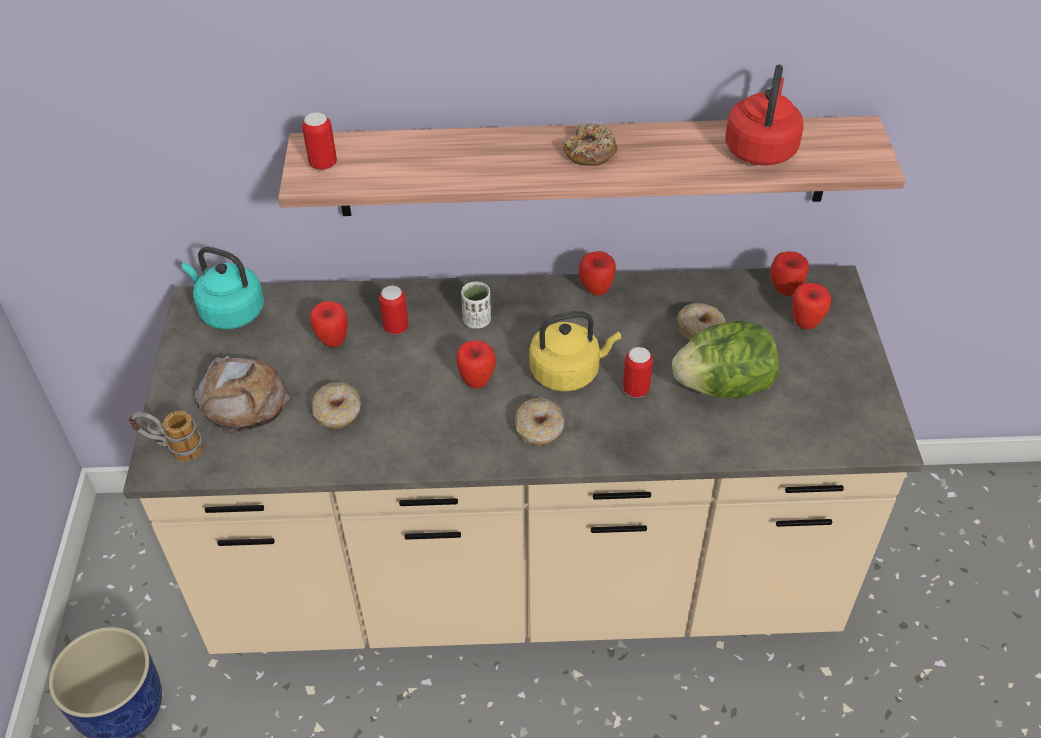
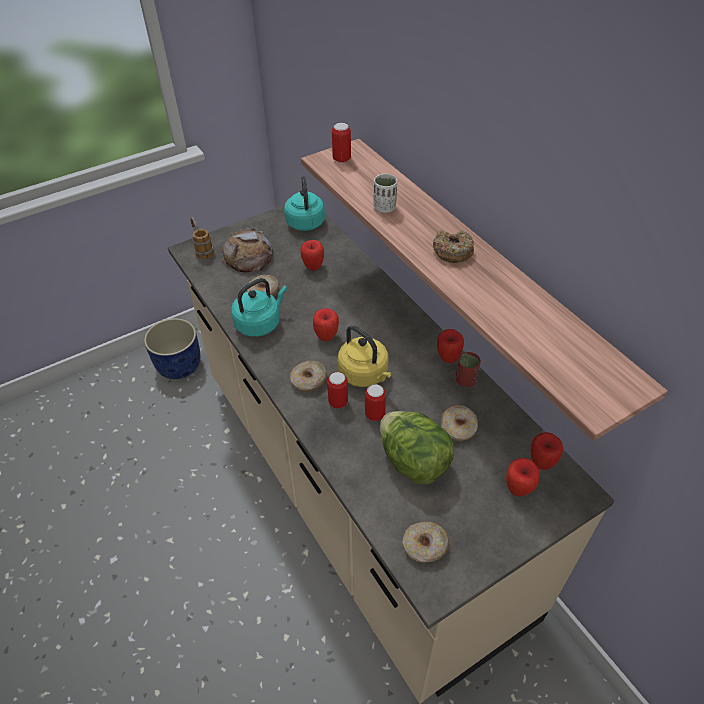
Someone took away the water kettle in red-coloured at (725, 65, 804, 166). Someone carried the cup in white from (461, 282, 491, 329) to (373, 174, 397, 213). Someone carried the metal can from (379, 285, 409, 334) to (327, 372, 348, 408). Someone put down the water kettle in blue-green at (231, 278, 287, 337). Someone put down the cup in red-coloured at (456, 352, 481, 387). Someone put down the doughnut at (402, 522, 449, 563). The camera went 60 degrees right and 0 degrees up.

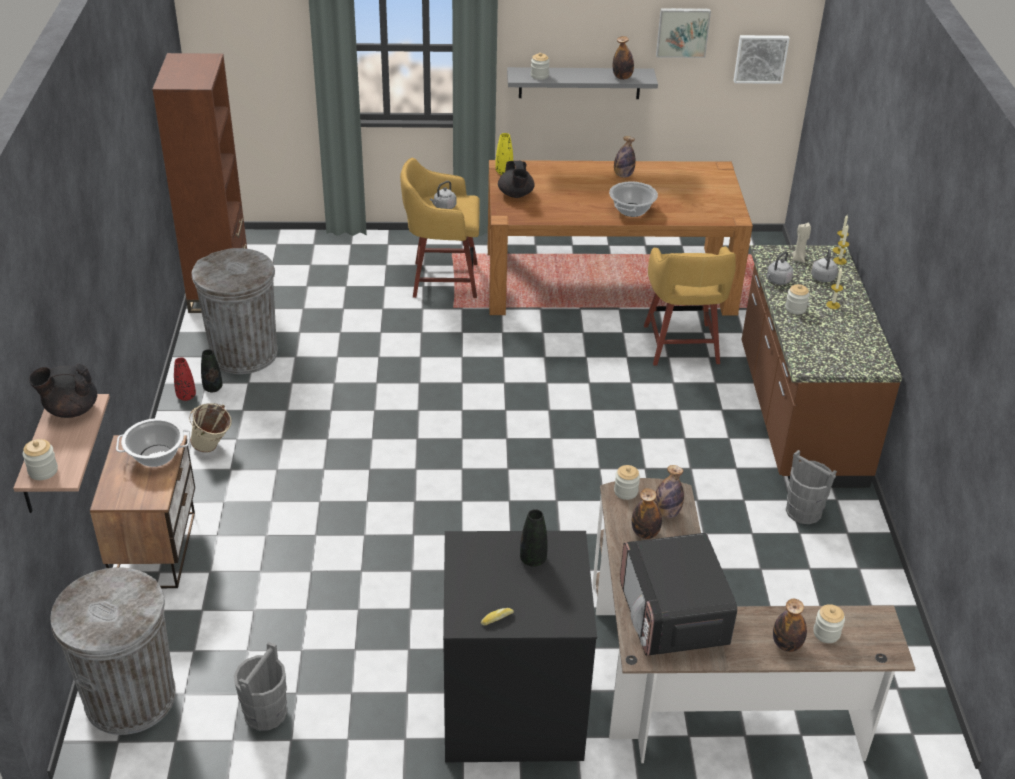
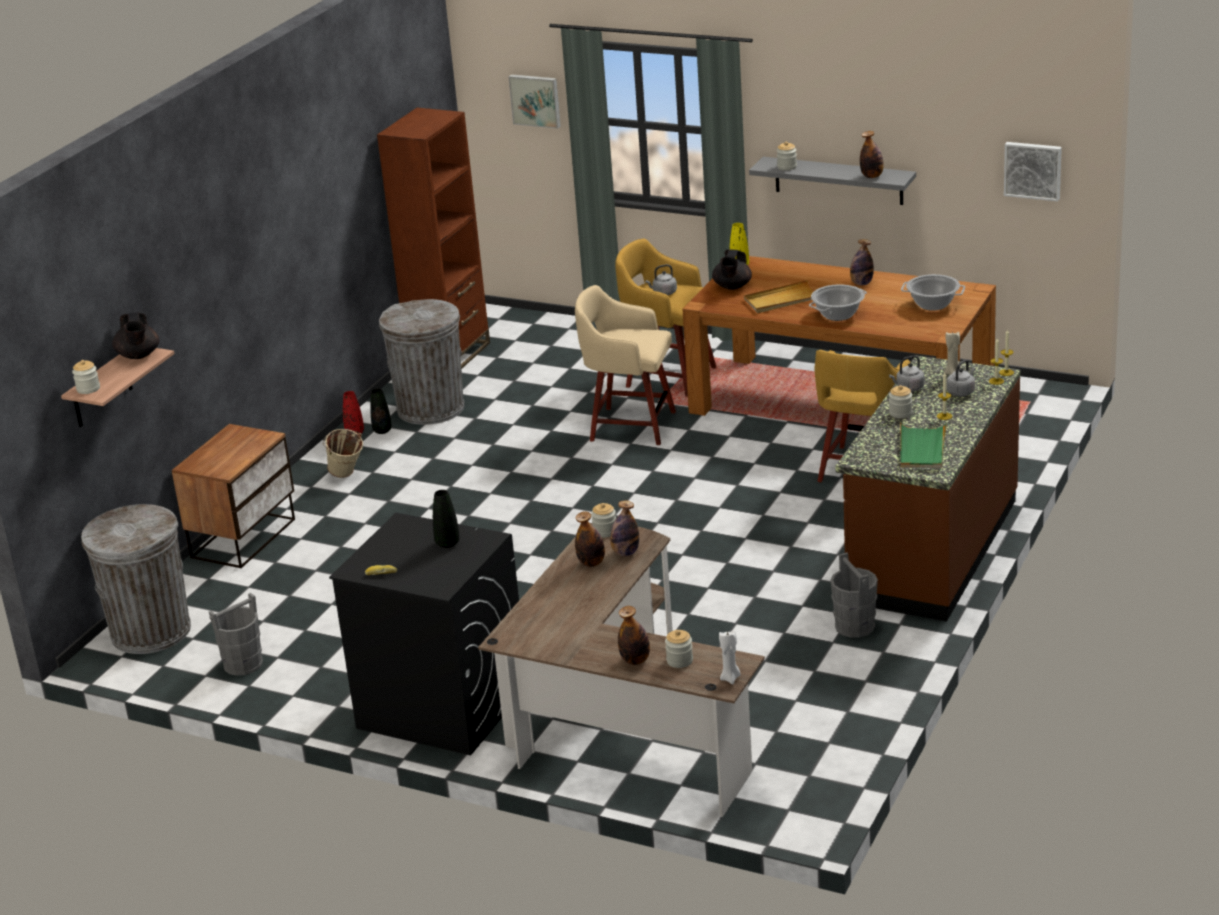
Someone carried the wall art from (656, 8, 711, 58) to (508, 74, 561, 129). Someone rotated the teapot in blackish at (29, 364, 97, 418) by 120 degrees counterclockwise. Someone carried the saucepot from (116, 418, 190, 467) to (901, 274, 965, 311). Someone took away the kitchen microwave at (620, 533, 737, 656). Someone put down the serving tray in beige at (744, 280, 814, 313). Someone put down the stool seat in beige at (575, 285, 676, 445). Someone put down the serving tray in greenish at (900, 422, 947, 468). Someone put down the wax candle in white at (719, 630, 741, 684). The camera went 30 degrees right and 10 degrees down.

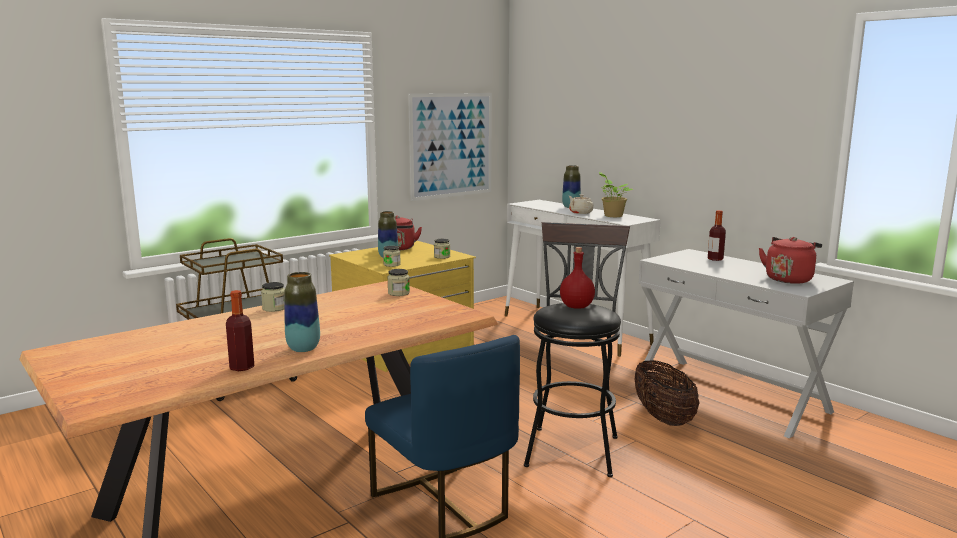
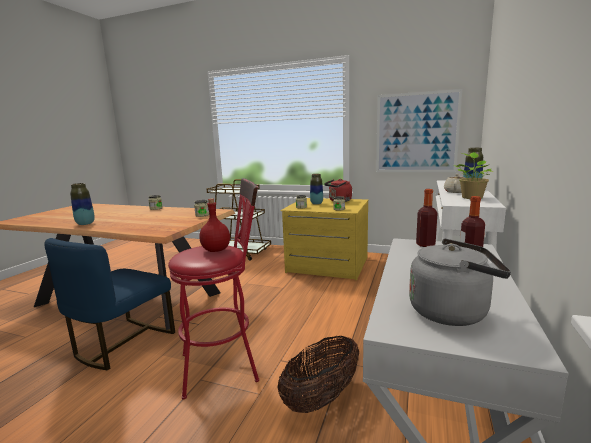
Someone repainted the stool seat in blackish at (524, 222, 630, 477), which became the stool seat in red-coloured at (168, 178, 259, 399). Someone repainted the water kettle in red-coloured at (759, 237, 822, 284), which became the water kettle in grey at (409, 239, 511, 326). Someone carried the bottle from (226, 290, 254, 371) to (416, 189, 437, 247). The camera went 60 degrees right and 0 degrees up.

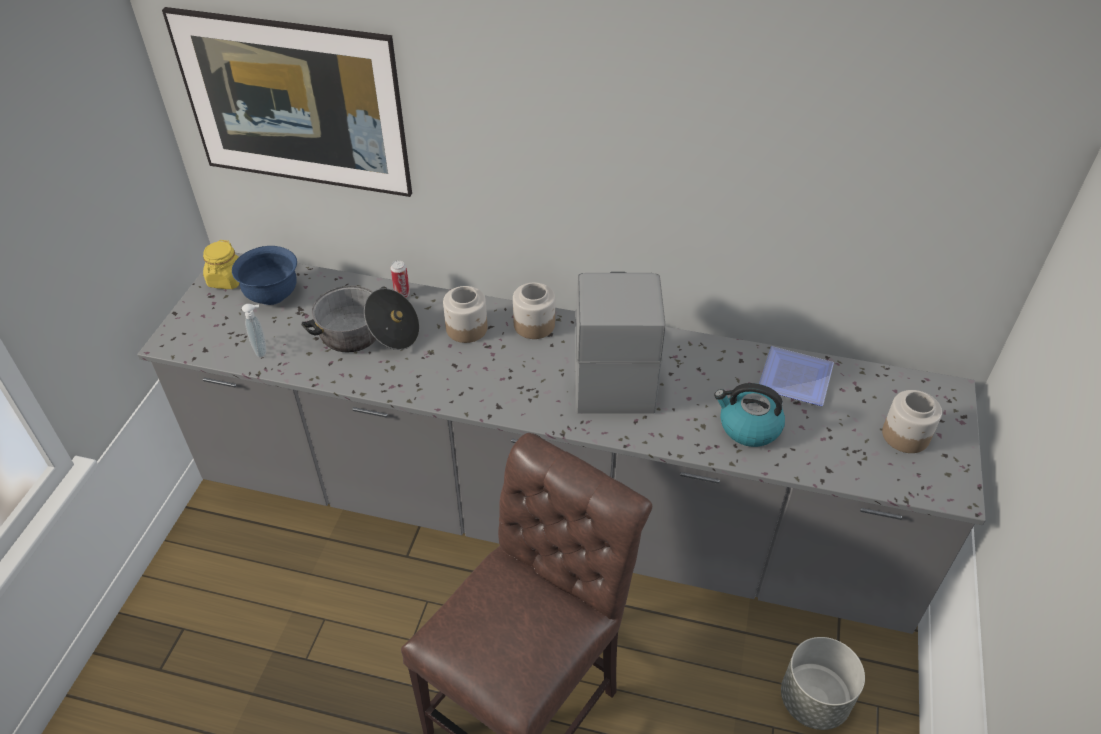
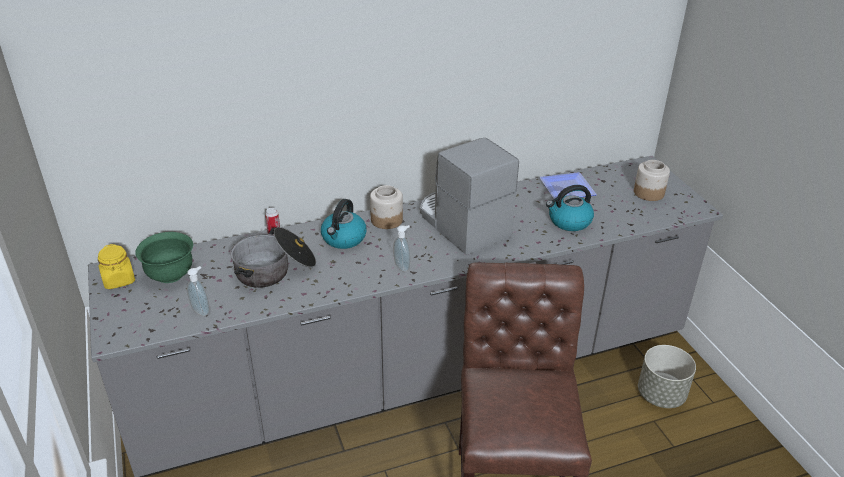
Someone took away the wall art at (162, 7, 412, 197). Someone repainted the serving bowl in blue-coloured at (232, 246, 297, 305), which became the serving bowl in greenish at (135, 232, 193, 283). Someone swapped the jar at (443, 286, 487, 343) for the water kettle at (321, 199, 367, 249). Someone put down the soap bottle at (393, 225, 410, 272). The camera went 35 degrees left and 10 degrees down.

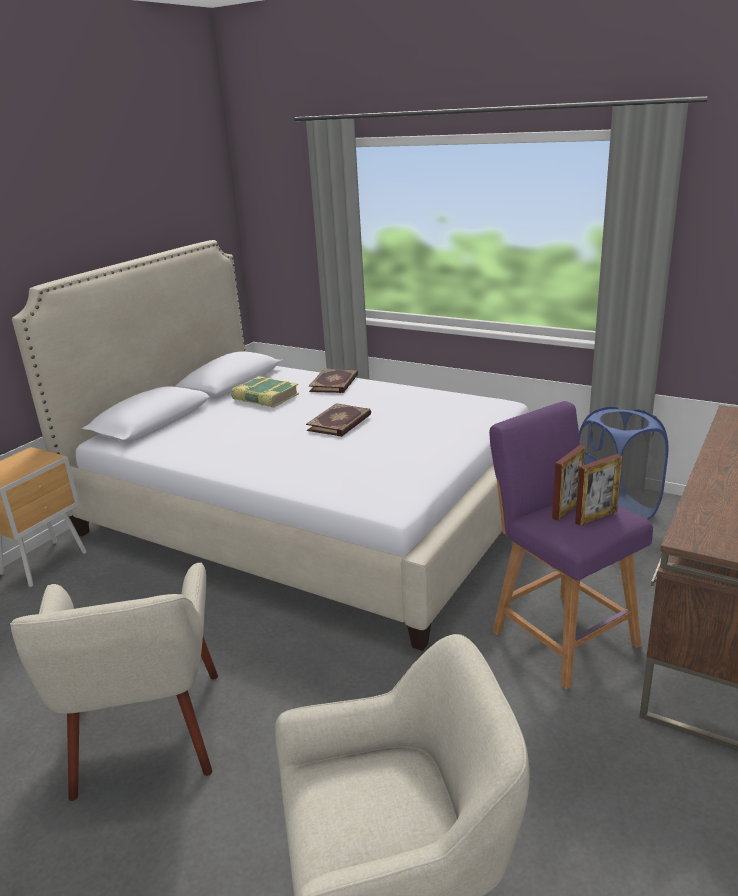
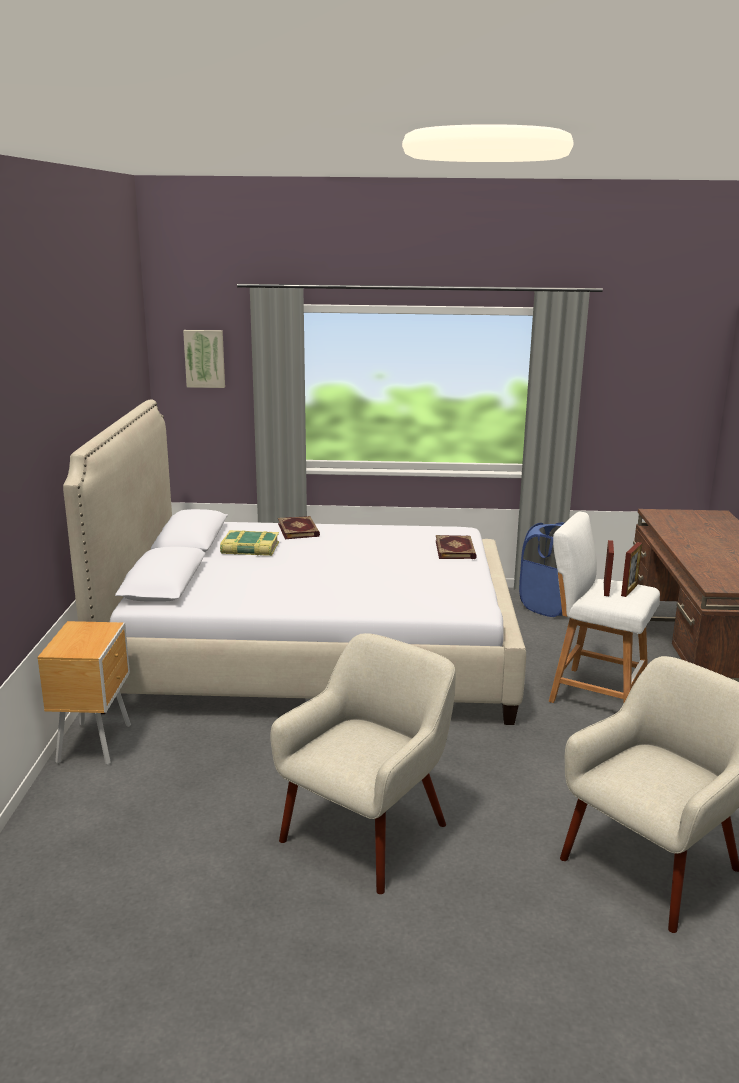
Someone repainted the stool seat in purple-coloured at (489, 401, 653, 690), which became the stool seat in white at (549, 512, 660, 703). Someone carried the bound book from (306, 403, 371, 437) to (436, 535, 477, 559). Someone rotated the lounge chair in beige at (10, 563, 218, 801) by 105 degrees counterclockwise. Someone put up the wall art at (183, 330, 225, 388). The camera went 30 degrees left and 5 degrees down.

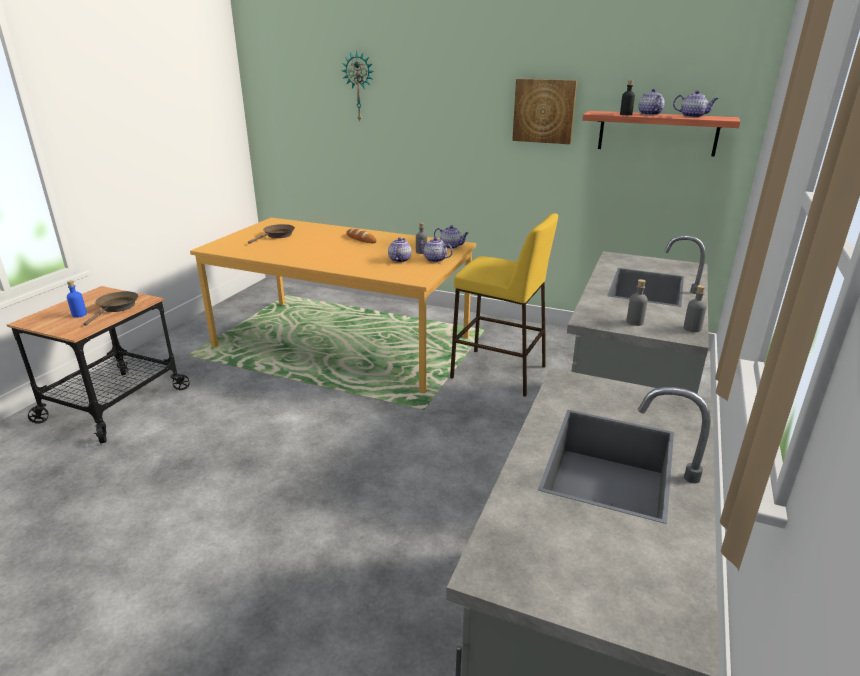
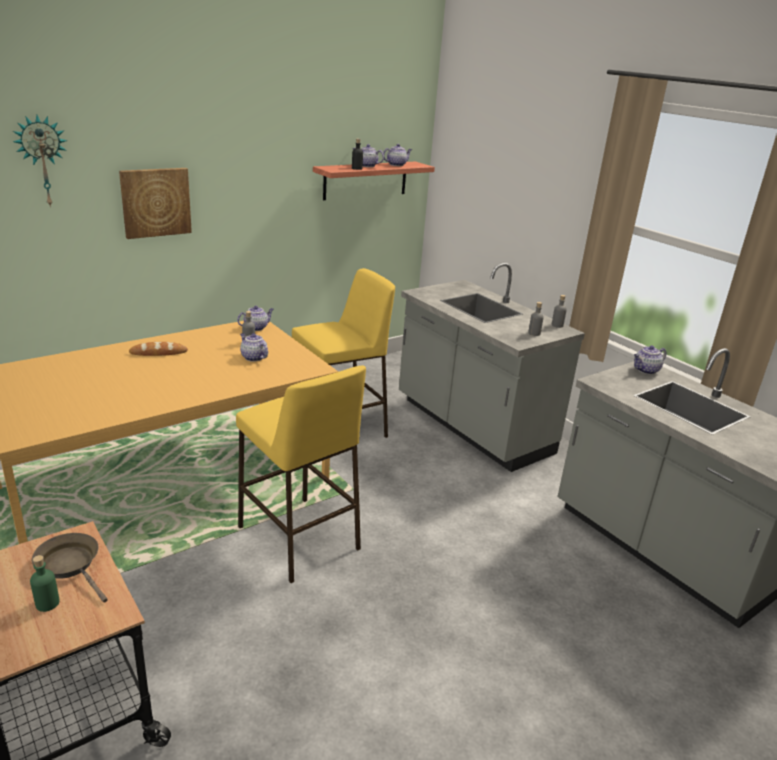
Someone carried the wall art from (512, 79, 577, 144) to (119, 168, 192, 239). Someone took away the pan in brown-coloured at (248, 224, 295, 244). Someone carried the teapot from (419, 237, 453, 262) to (634, 345, 667, 374). Someone repainted the bottle in blue-coloured at (67, 280, 87, 318), which became the bottle in greenish at (30, 555, 60, 612). Someone put down the stool seat in yellow at (236, 366, 366, 583). The camera went 60 degrees left and 0 degrees up.

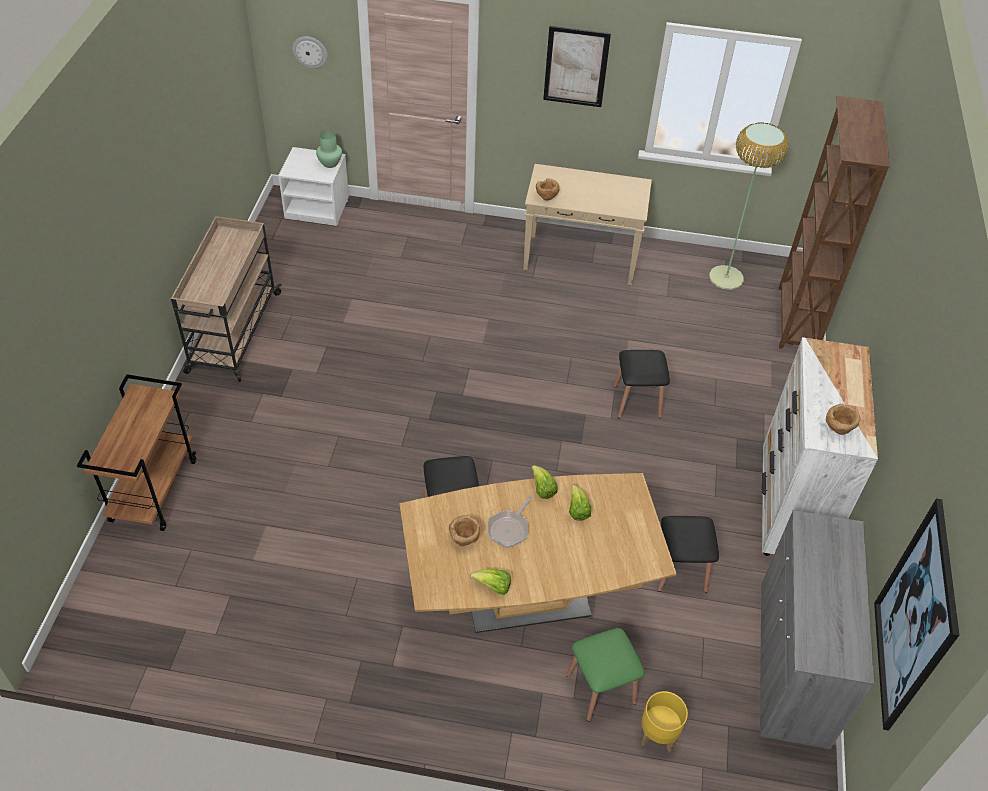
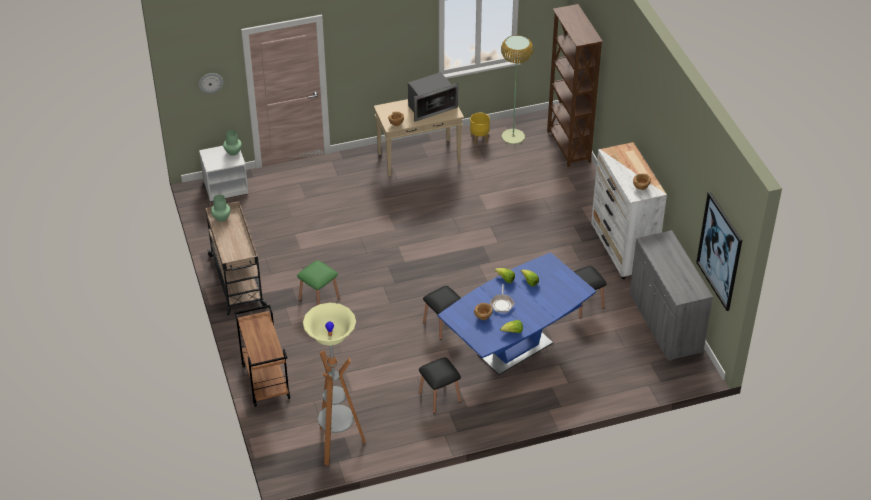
Someone took away the wall art at (543, 26, 611, 107). Someone carried the stool seat in blackish from (613, 350, 670, 419) to (419, 357, 461, 414). Someone repainted the dining table in brown-coloured at (399, 473, 677, 633), which became the dining table in blue-coloured at (438, 252, 596, 375). Someone carried the stool seat in greenish from (566, 628, 645, 722) to (297, 260, 340, 305). Someone carried the flower pot in yellow from (641, 691, 688, 752) to (470, 113, 490, 145). Someone put down the kitchen microwave at (408, 72, 458, 122). Someone put down the flower vase in greenish at (211, 195, 231, 222). Someone put down the floor lamp at (303, 303, 366, 466). The camera went 25 degrees left and 5 degrees down.

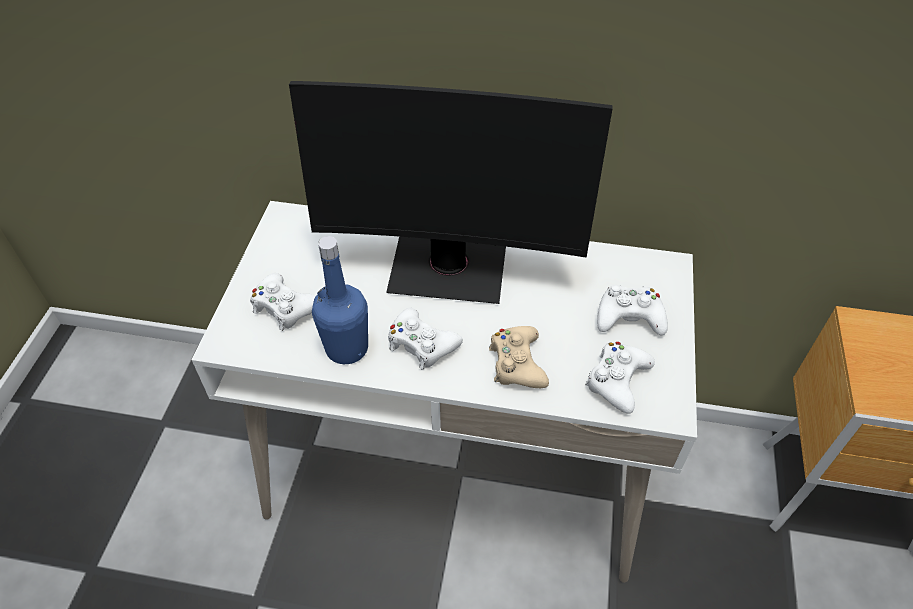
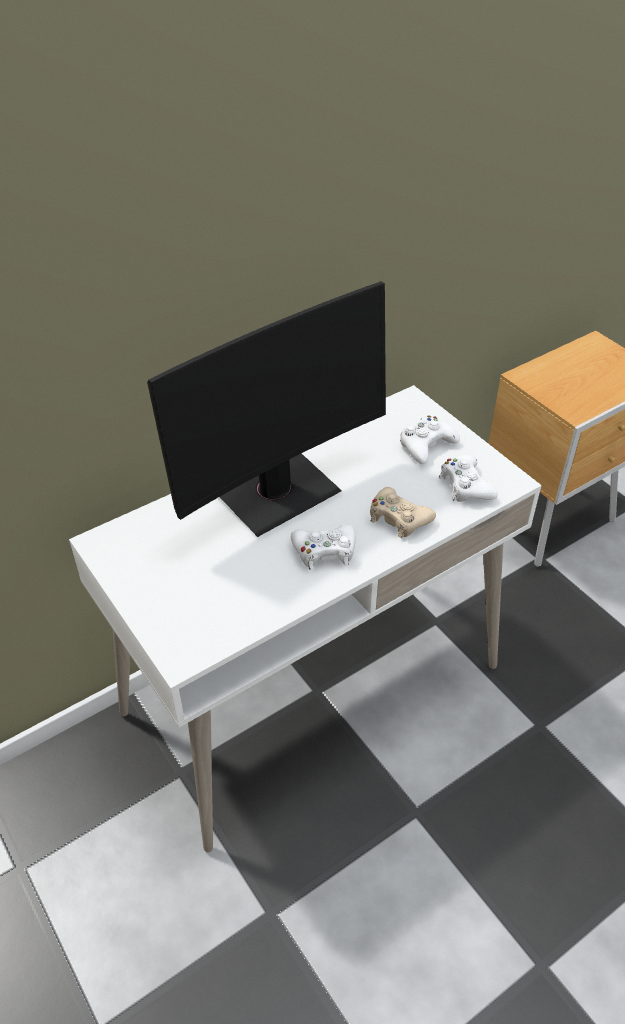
Someone took away the bottle in blue-coloured at (312, 236, 368, 364). Someone took away the game controller in white at (250, 273, 316, 331). The camera went 45 degrees left and 5 degrees down.

